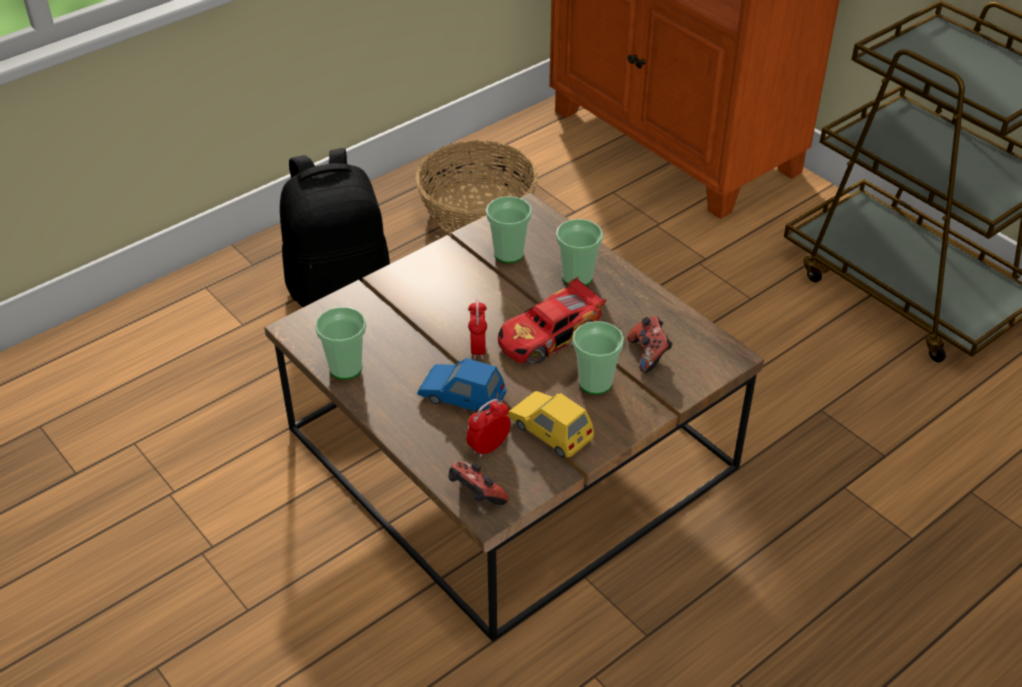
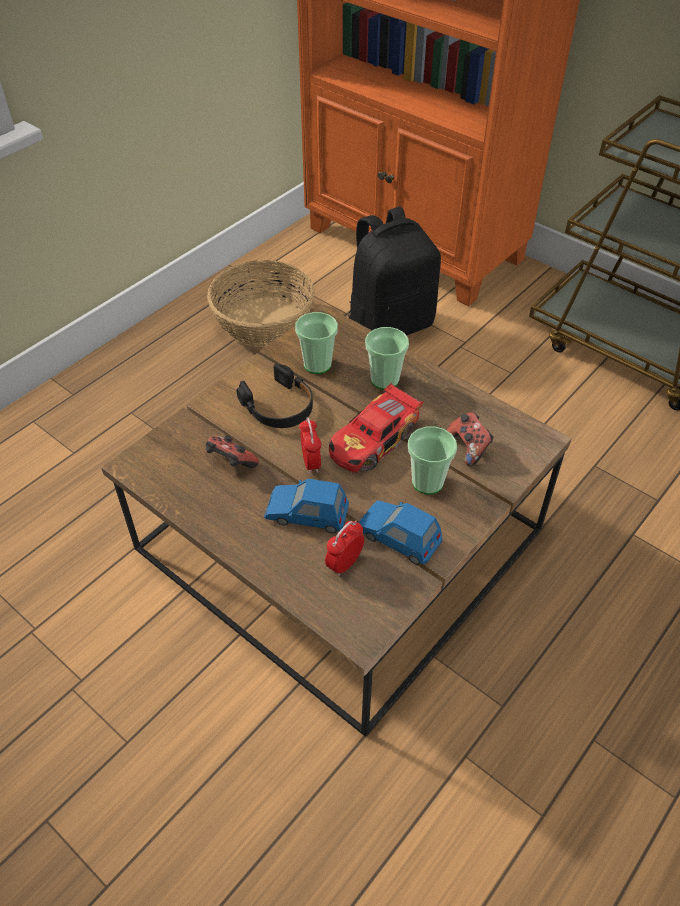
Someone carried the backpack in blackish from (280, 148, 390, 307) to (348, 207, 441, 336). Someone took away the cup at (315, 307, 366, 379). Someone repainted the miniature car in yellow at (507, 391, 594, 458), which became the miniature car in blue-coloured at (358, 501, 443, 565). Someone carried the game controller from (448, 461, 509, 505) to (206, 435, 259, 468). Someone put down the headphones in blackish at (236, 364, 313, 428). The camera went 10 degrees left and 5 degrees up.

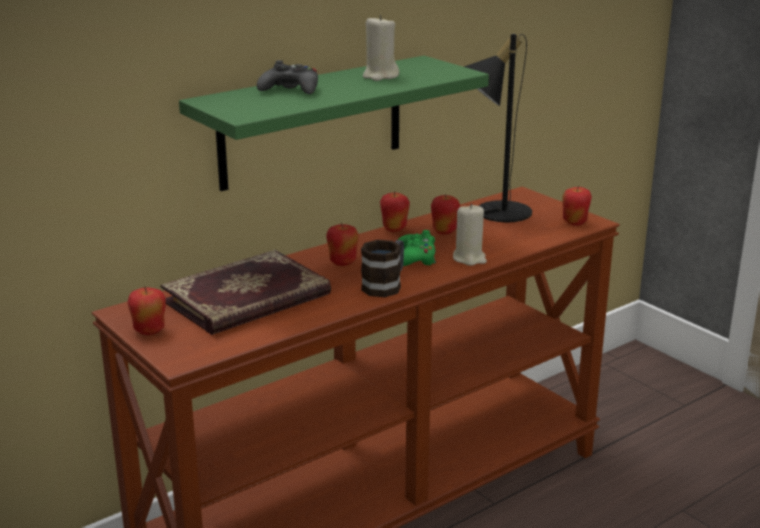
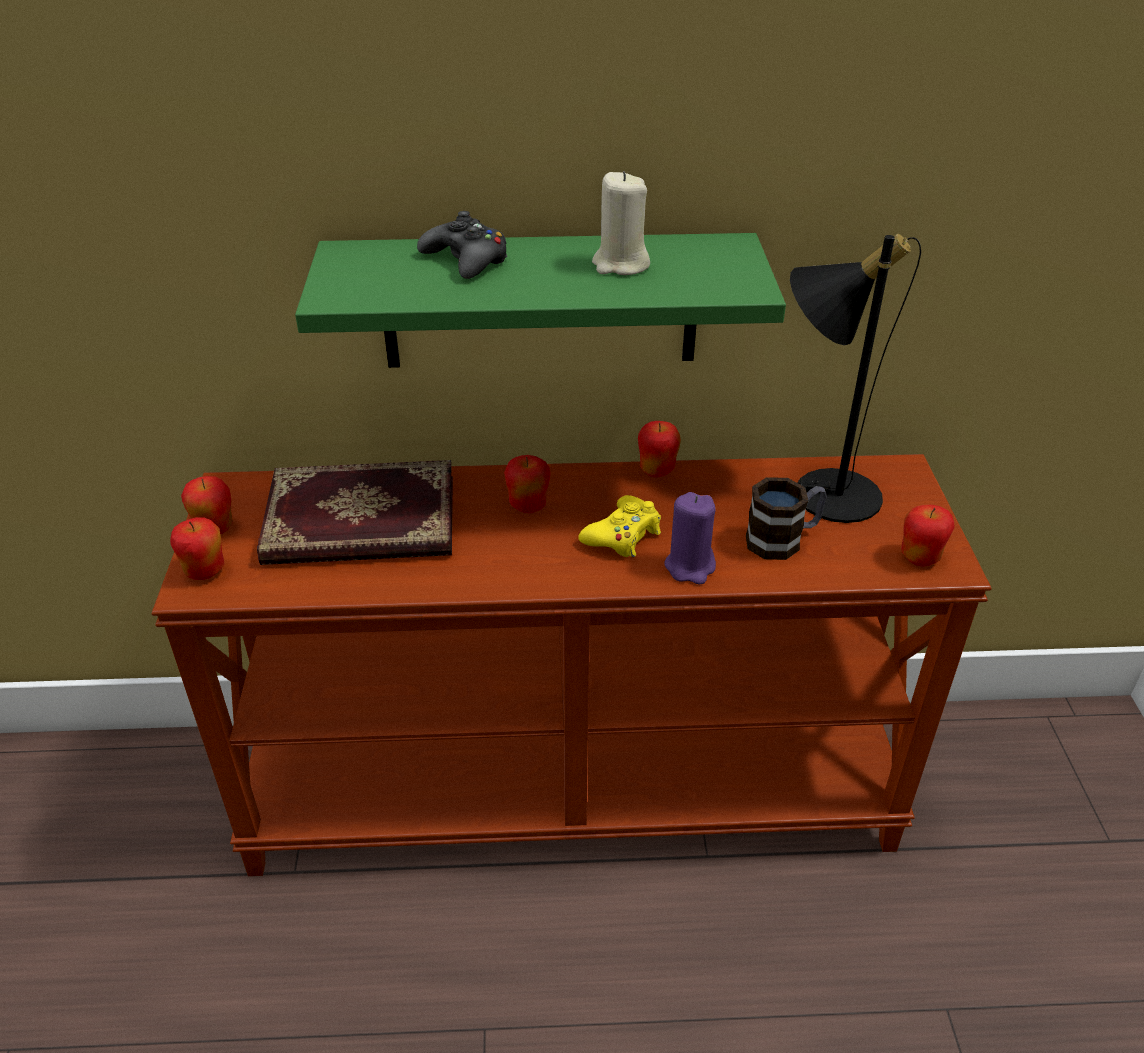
Someone carried the apple from (431, 194, 461, 235) to (170, 517, 225, 580). Someone repainted the wax candle in beige at (453, 203, 487, 266), which became the wax candle in purple-coloured at (664, 492, 716, 584). Someone repainted the game controller in greenish at (398, 230, 436, 266), which became the game controller in yellow at (578, 495, 661, 557). Someone carried the coffee mug from (361, 240, 404, 297) to (746, 477, 827, 560). The camera went 35 degrees right and 15 degrees up.

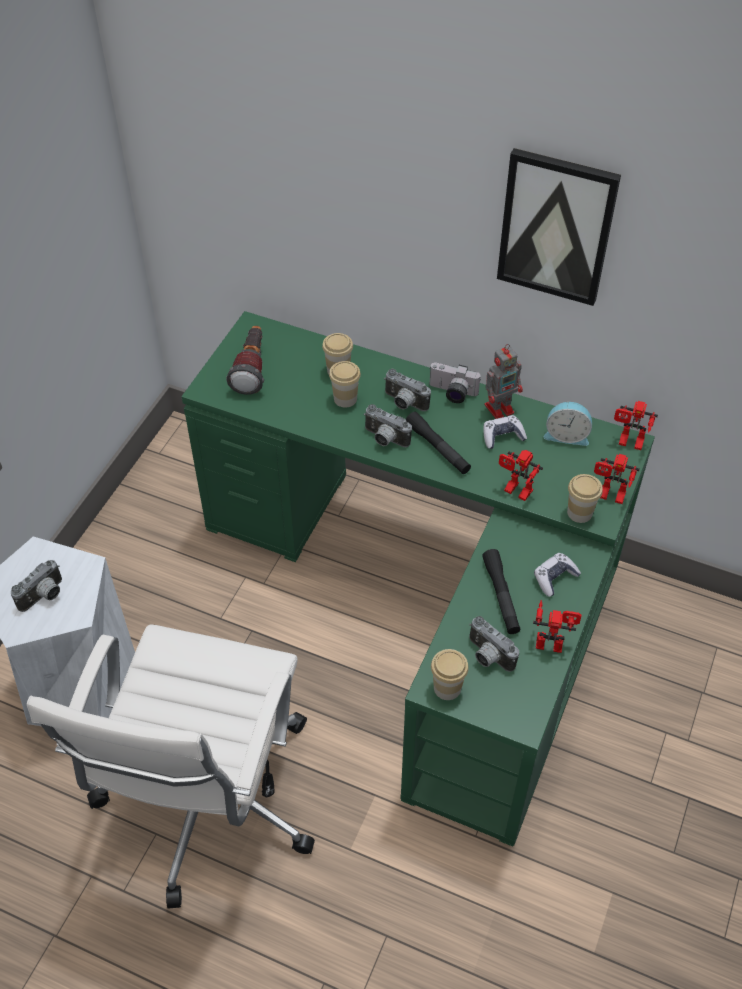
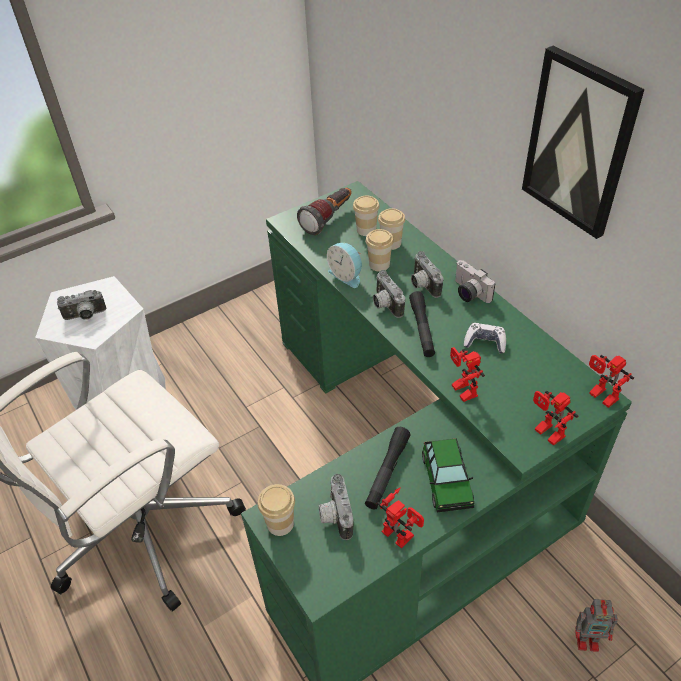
Someone carried the robot figure from (485, 344, 523, 419) to (575, 599, 618, 652). Someone carried the bedside clock from (544, 402, 592, 446) to (327, 243, 362, 288). Someone carried the cup from (567, 474, 603, 523) to (353, 195, 379, 236). Someone swapped the game controller at (534, 553, 581, 597) for the miniature car at (422, 438, 474, 512). The camera went 35 degrees right and 5 degrees down.

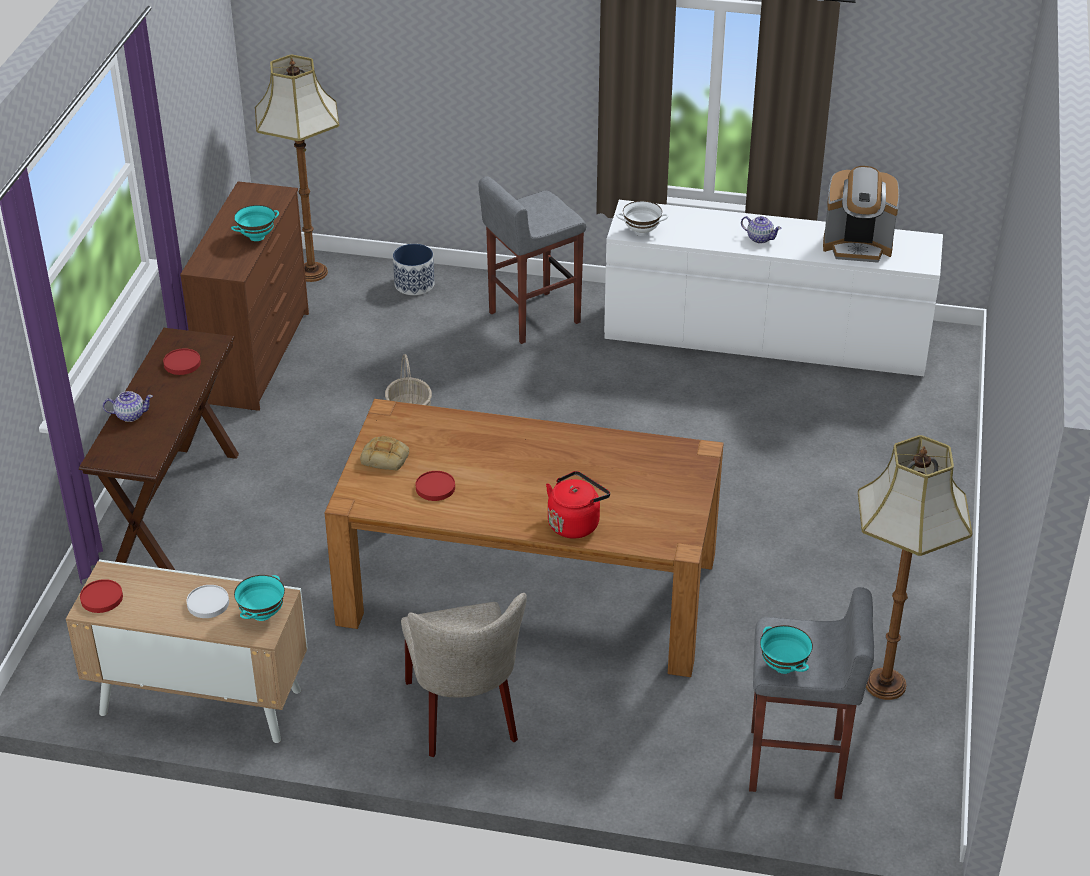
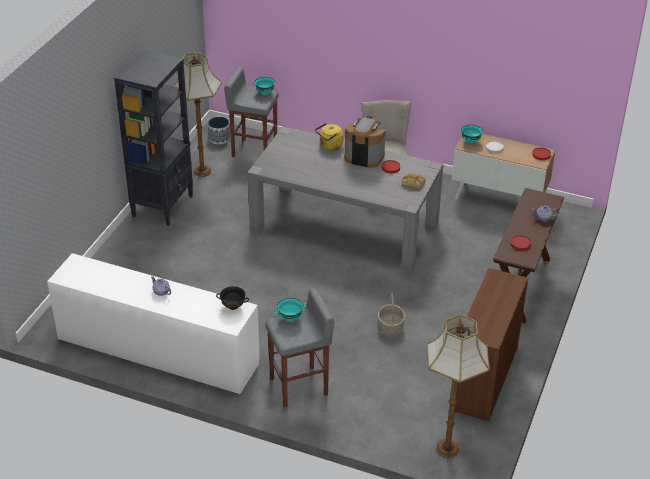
Someone carried the coffee brewer from (823, 166, 899, 263) to (344, 116, 386, 168). Someone repainted the serving bowl in white at (616, 201, 668, 236), which became the serving bowl in blackish at (216, 286, 249, 310). Someone carried the serving bowl in blue-green from (231, 205, 279, 241) to (274, 298, 306, 322). Someone carried the flower pot from (393, 244, 435, 295) to (208, 117, 230, 144). Someone repainted the dining table in brown-coloured at (325, 399, 724, 677), which became the dining table in grey at (248, 127, 444, 273). Someone repainted the water kettle in red-coloured at (546, 471, 610, 538), which became the water kettle in yellow at (315, 123, 343, 151). Someone put down the bookshelf in blackish at (114, 50, 193, 226). The camera went 170 degrees left and 0 degrees up.

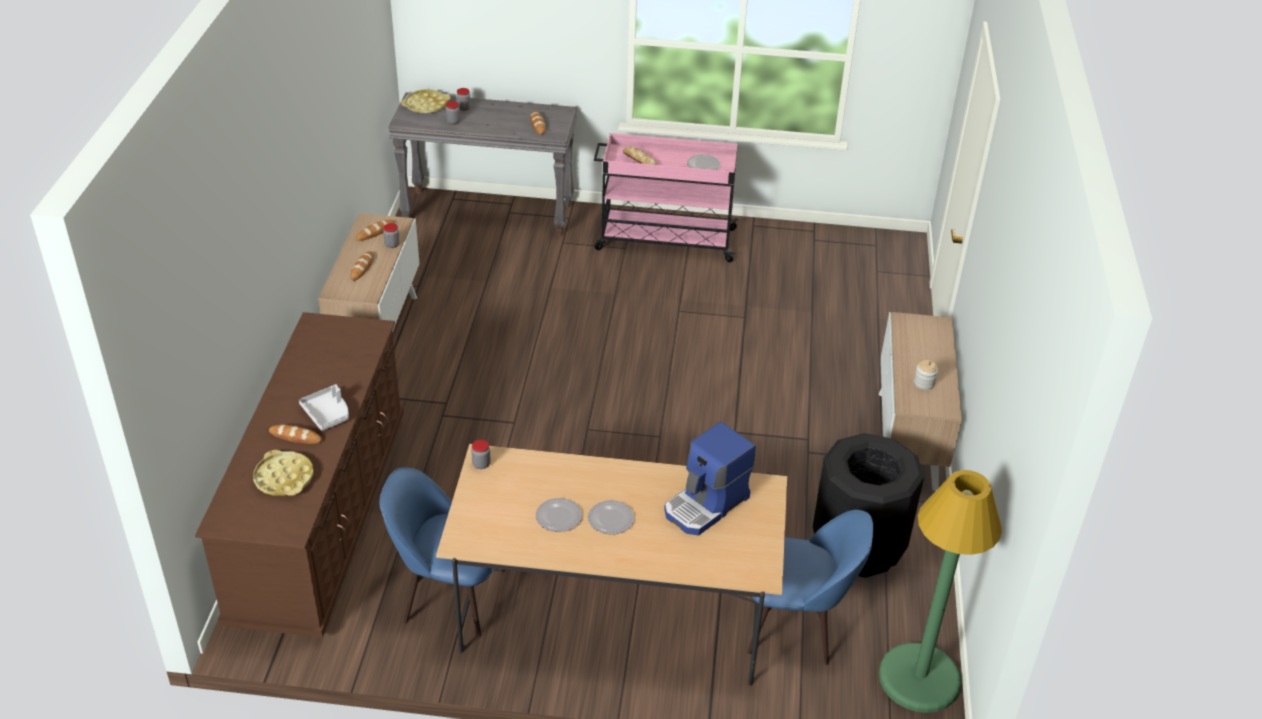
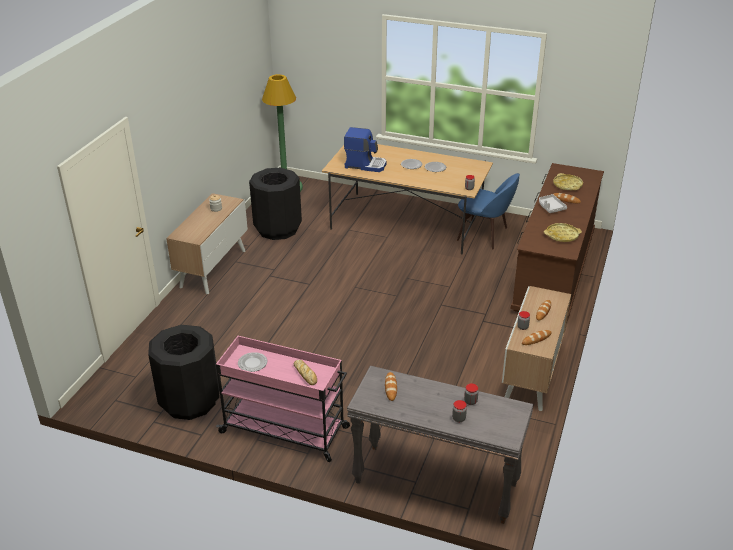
Someone carried the serving tray in yellow from (401, 89, 451, 113) to (544, 223, 582, 242). Someone rotated the coffee brewer at (664, 422, 756, 535) by 45 degrees clockwise. Someone took away the upright chair in blue-coloured at (747, 510, 873, 665). Someone put down the trash can in blackish at (148, 325, 219, 420). The camera went 165 degrees left and 5 degrees down.

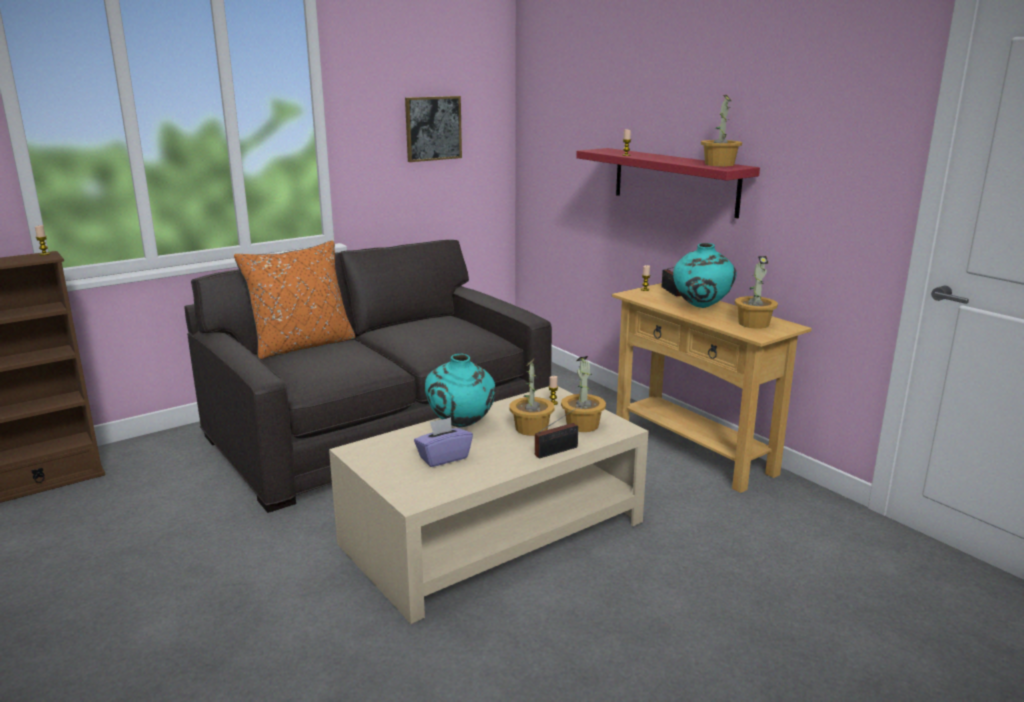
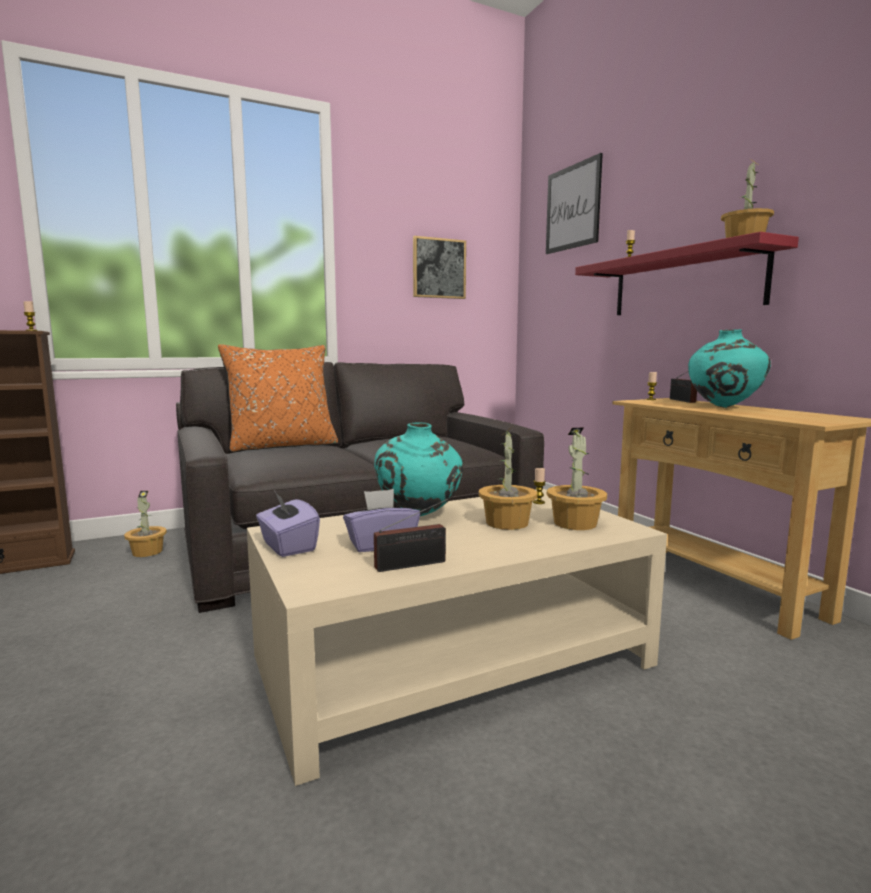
Someone carried the plant in a pot from (735, 256, 778, 329) to (124, 491, 167, 557). Someone carried the radio receiver from (535, 406, 580, 459) to (374, 498, 451, 572). Someone put up the wall art at (546, 153, 603, 254). Someone put down the tissue holder in purple-coloured at (256, 492, 320, 557). The camera went 10 degrees right and 10 degrees down.

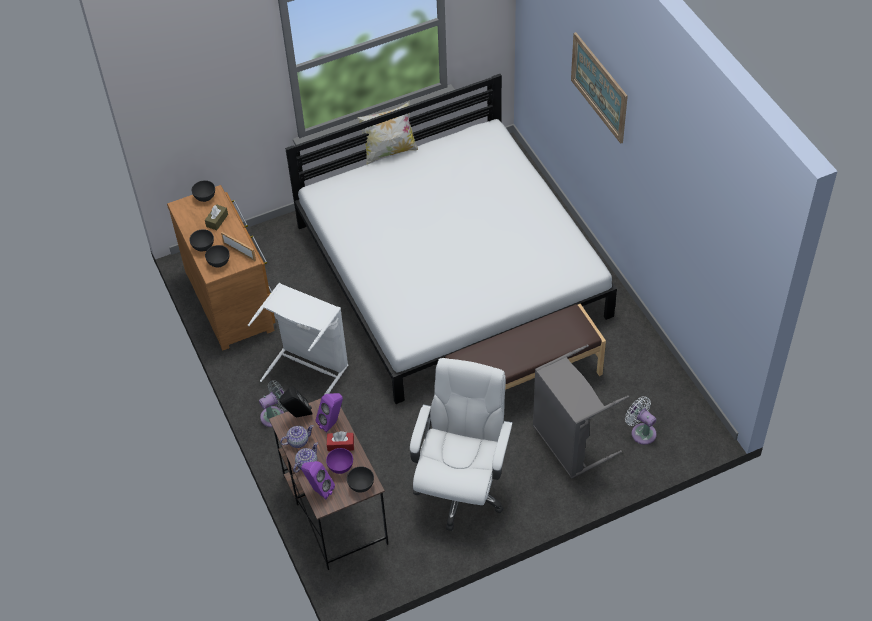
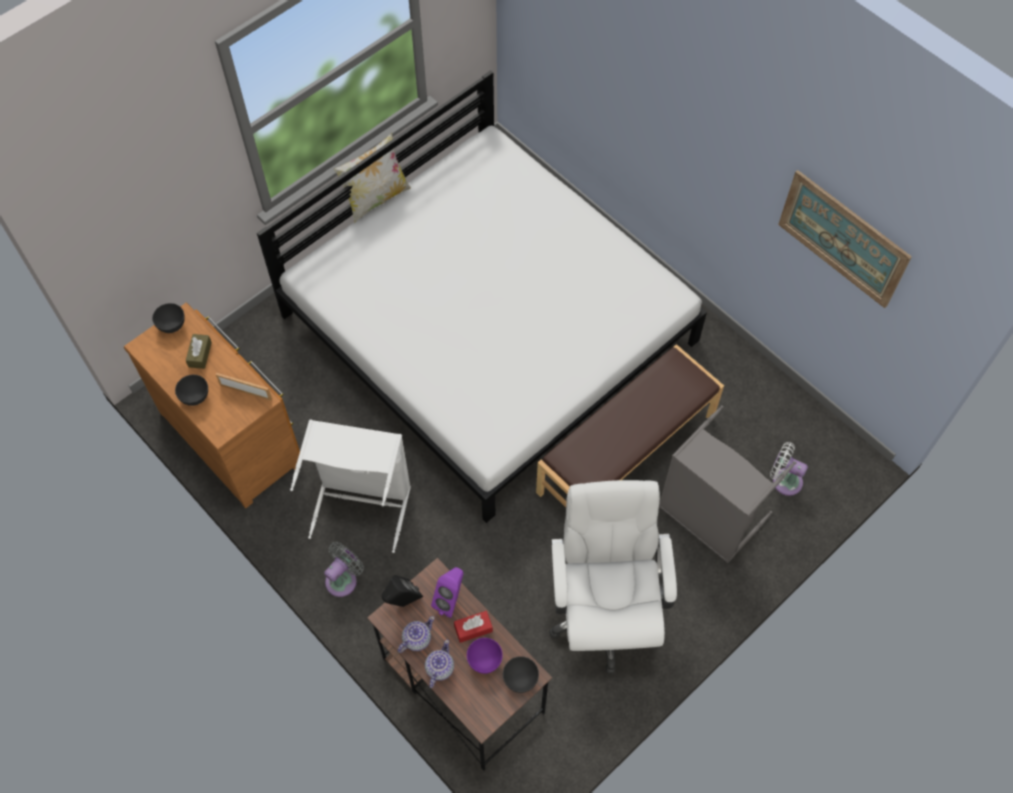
Someone carried the wall art from (571, 32, 628, 144) to (778, 170, 912, 308). Someone took away the serving bowl in grey at (205, 245, 230, 267). Someone took away the loudspeaker in purple-coloured at (301, 461, 335, 499). The camera went 20 degrees left and 10 degrees up.

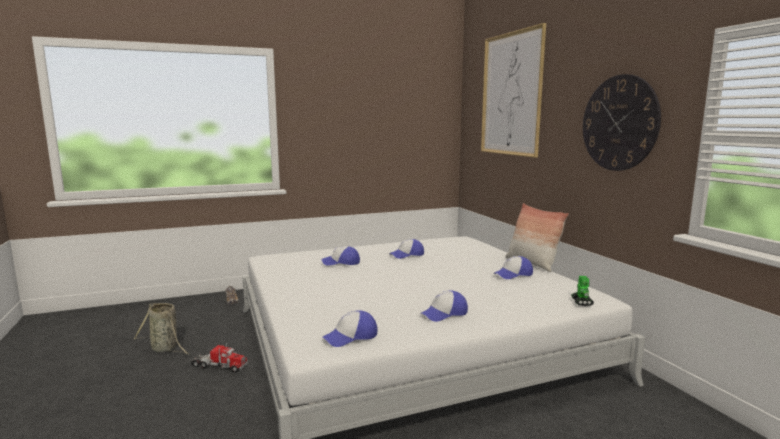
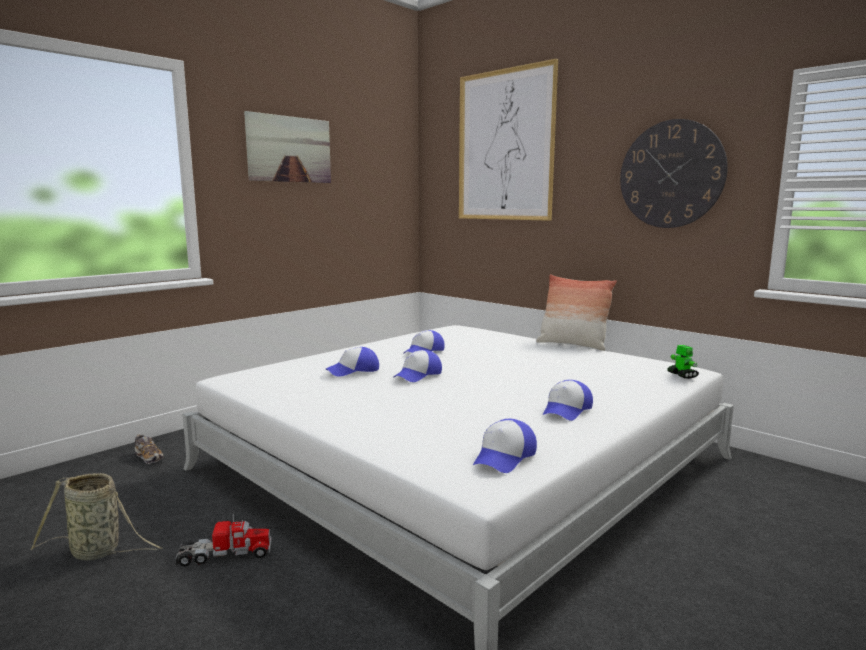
Someone carried the baseball cap from (493, 256, 533, 279) to (393, 350, 442, 382). Someone put up the wall art at (244, 111, 331, 183). The camera went 25 degrees left and 0 degrees up.

